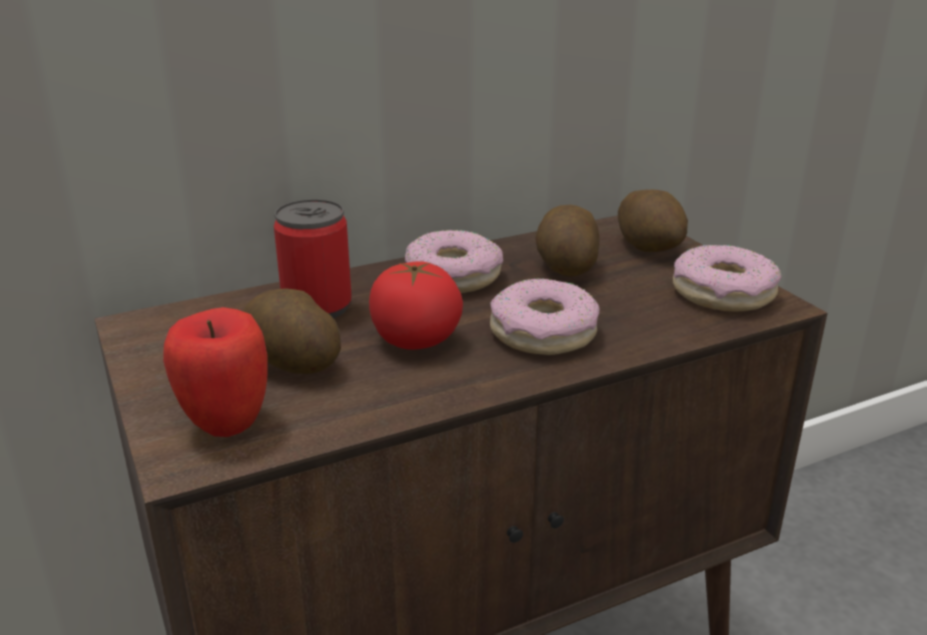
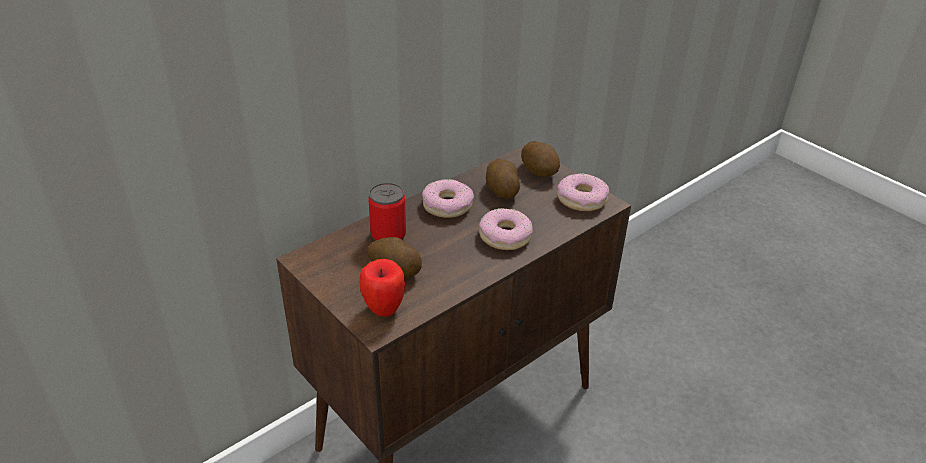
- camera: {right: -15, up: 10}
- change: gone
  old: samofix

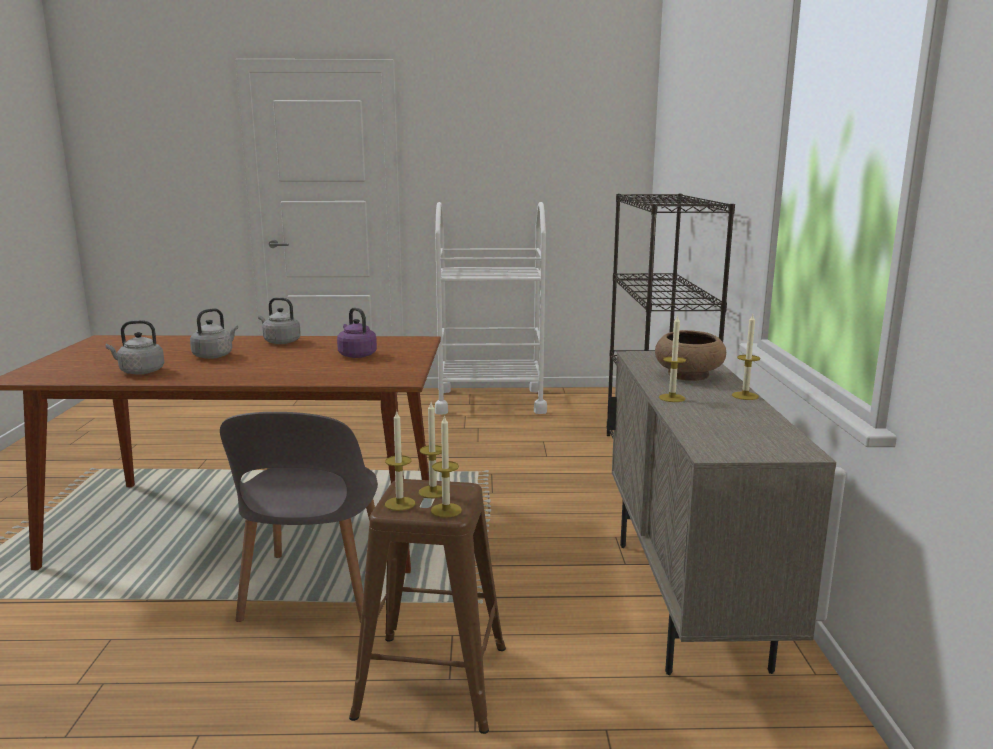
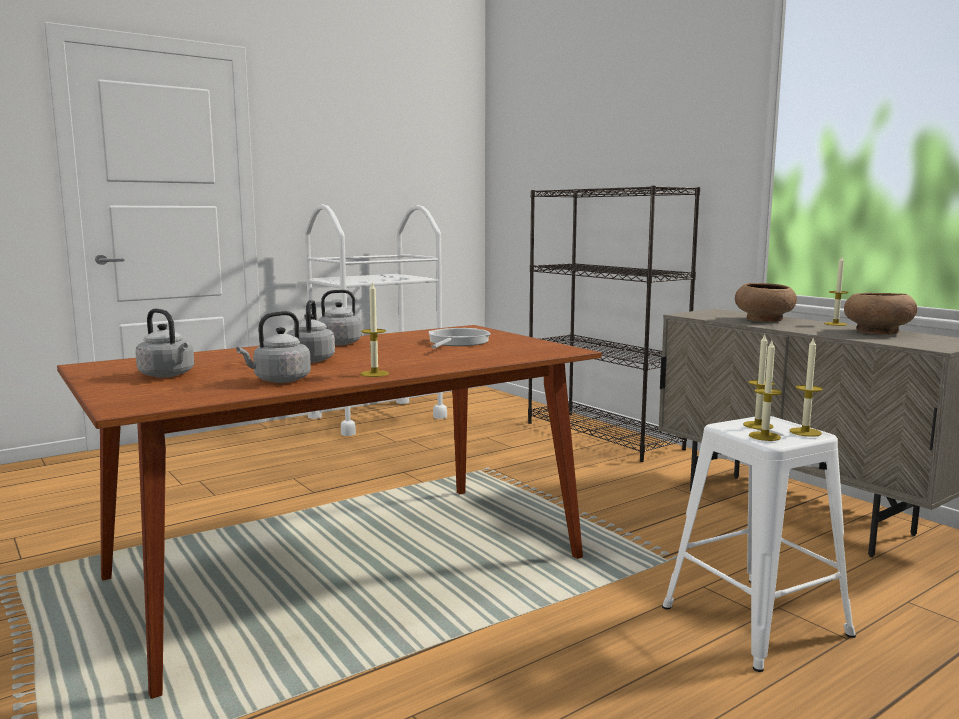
- camera: {right: -35, up: -5}
- change: swapped
  old: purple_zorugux
  new: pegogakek
- change: shifted
  old: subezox (no. 4 from left in the first image)
  new: subezox (no. 1 from left)
- change: gone
  old: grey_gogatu
- change: repainted
  old: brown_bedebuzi
  new: white_bedebuzi
- change: new
  new: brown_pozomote (no. 2 from left)
- change: new
  new: grey_zorugux (no. 1 from left)

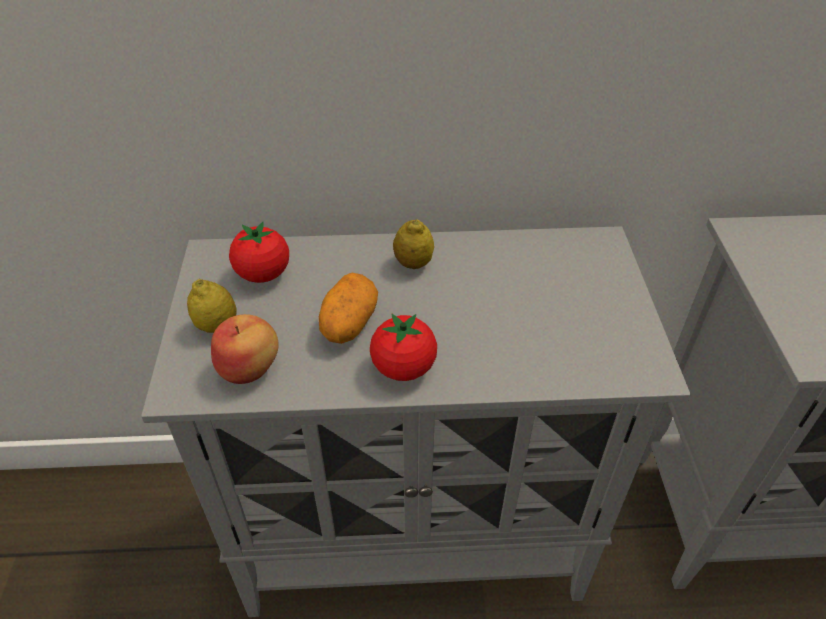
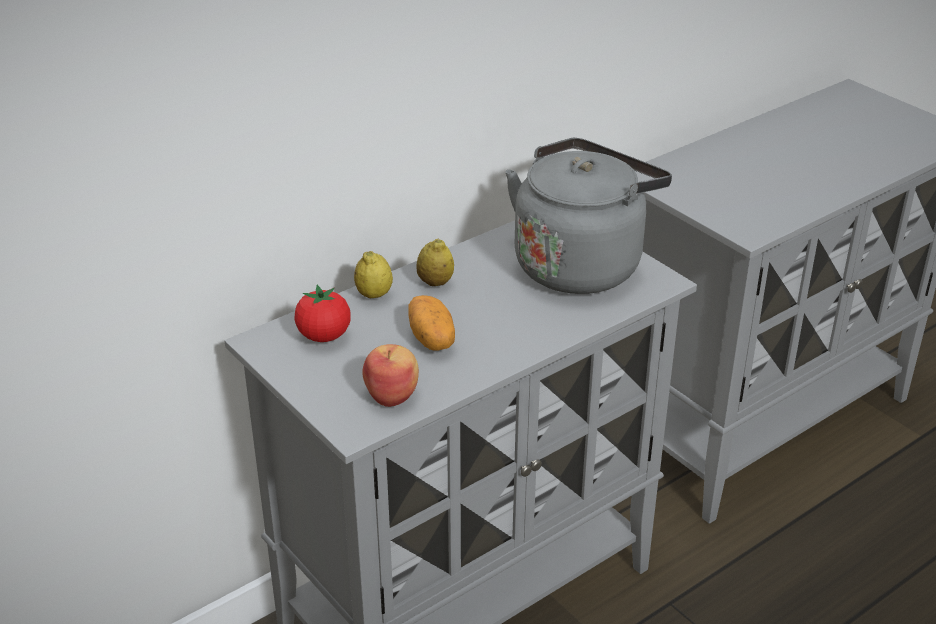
- camera: {right: -35, up: -10}
- change: shifted
  old: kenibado (no. 1 from left)
- change: gone
  old: samofix (no. 2 from left)
- change: new
  new: grey_zorugux

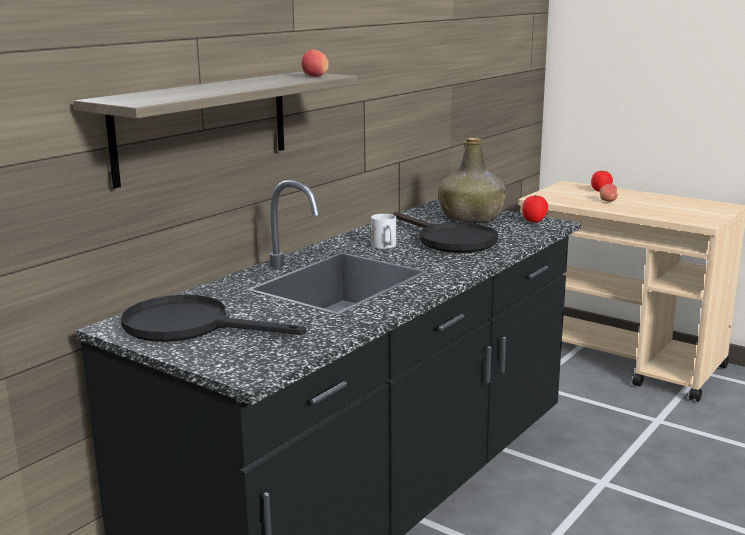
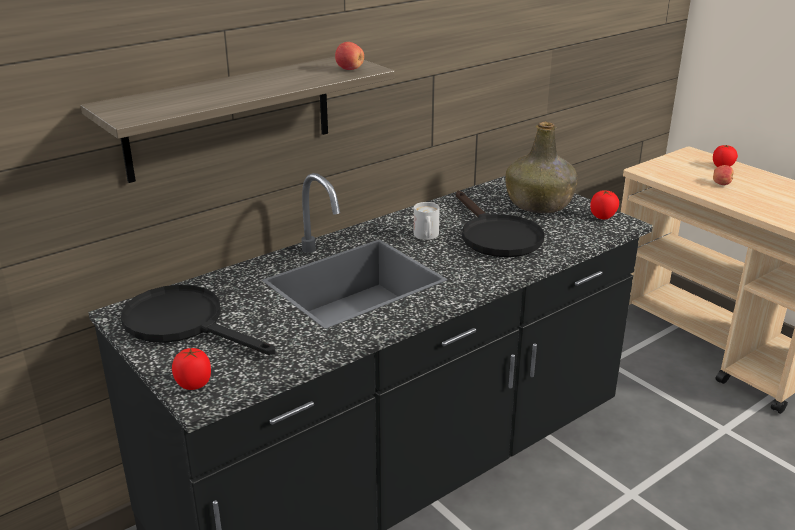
- camera: {right: 15, up: 10}
- change: new
  new: samofix (no. 1 from left)

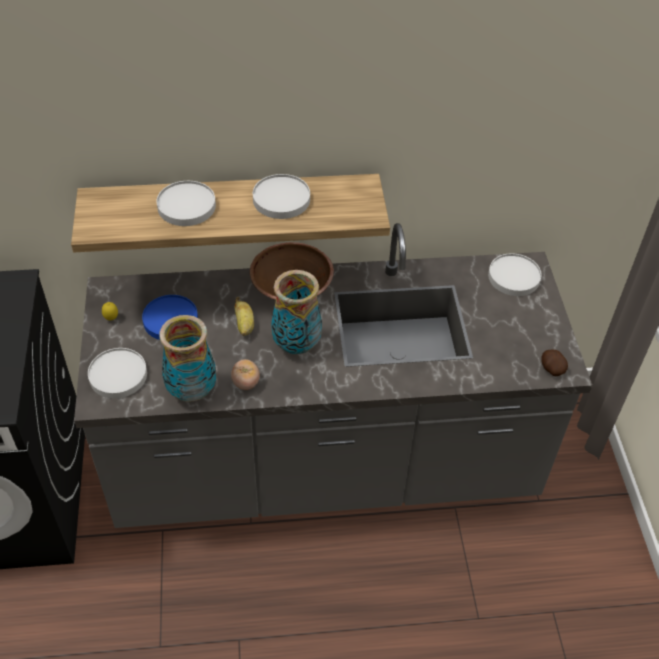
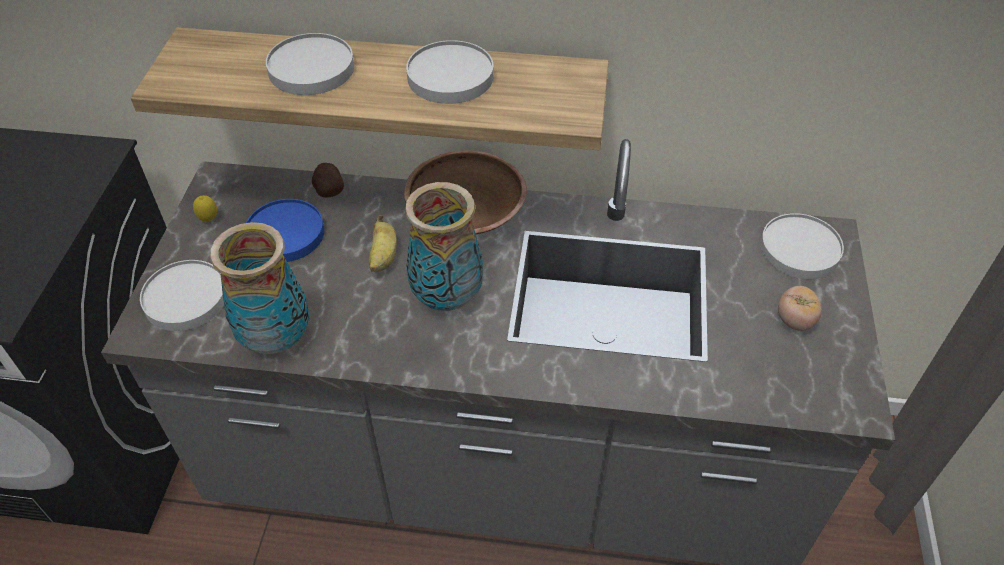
- camera: {right: 15, up: 0}
- change: shifted
  old: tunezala
- change: shifted
  old: samofix

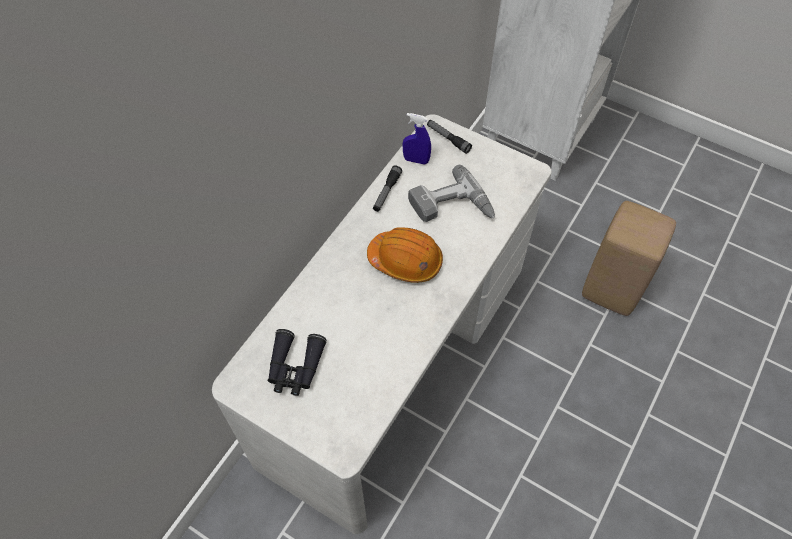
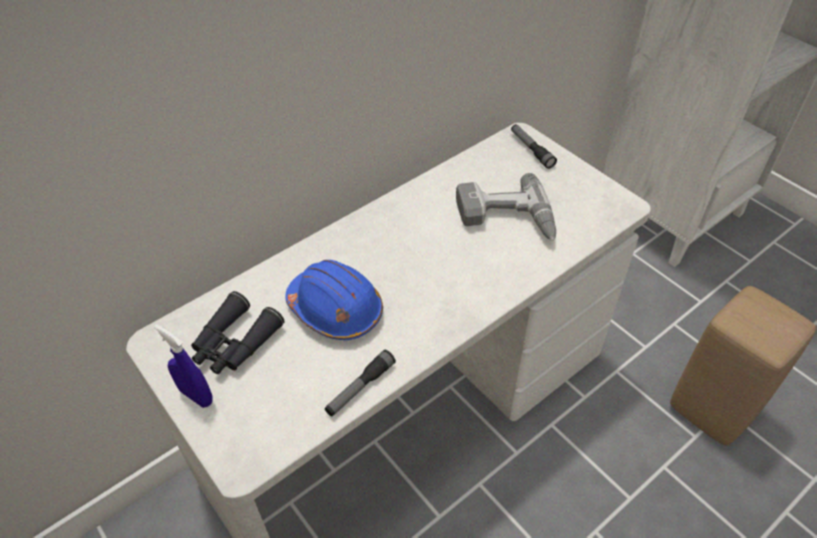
- camera: {right: 20, up: -10}
- change: shifted
  old: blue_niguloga
- change: shifted
  old: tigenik (no. 1 from left)
- change: gone
  old: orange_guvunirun
- change: new
  new: blue_guvunirun

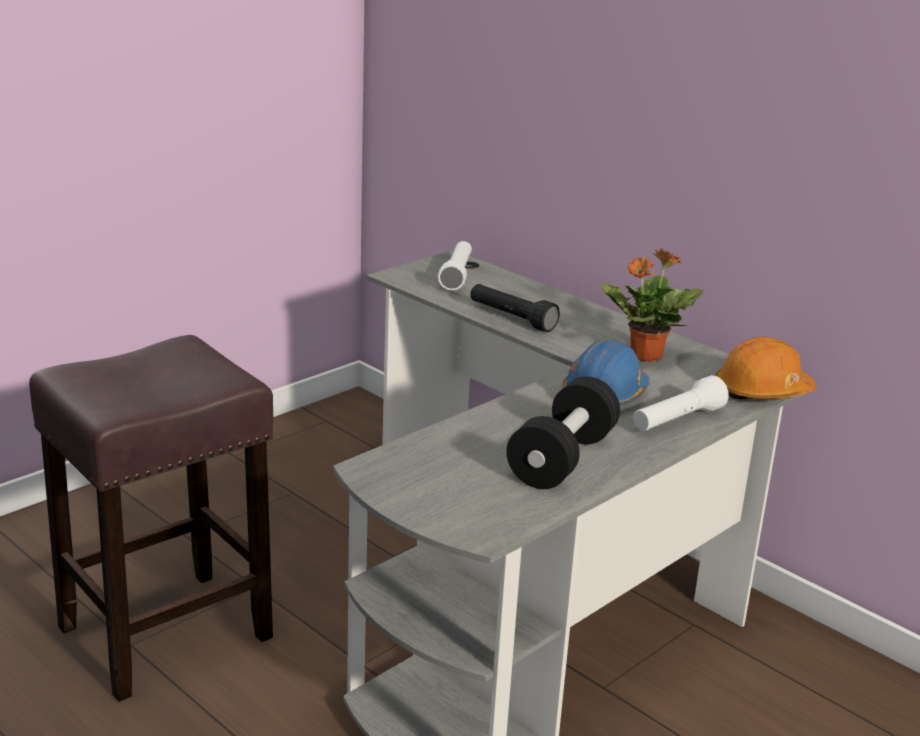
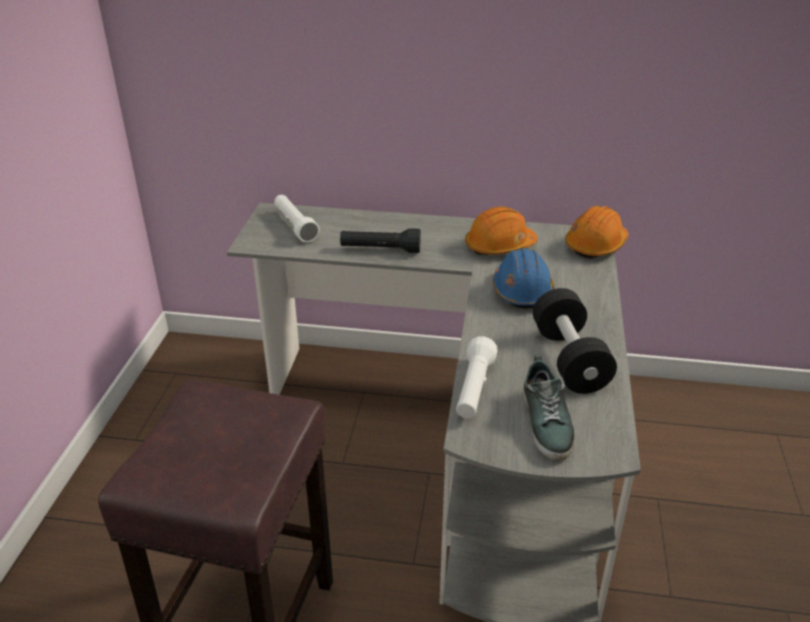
- camera: {right: -35, up: 10}
- change: swapped
  old: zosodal
  new: orange_guvunirun (no. 1 from left)
- change: shifted
  old: white_tigenik (no. 2 from left)
- change: new
  new: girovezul

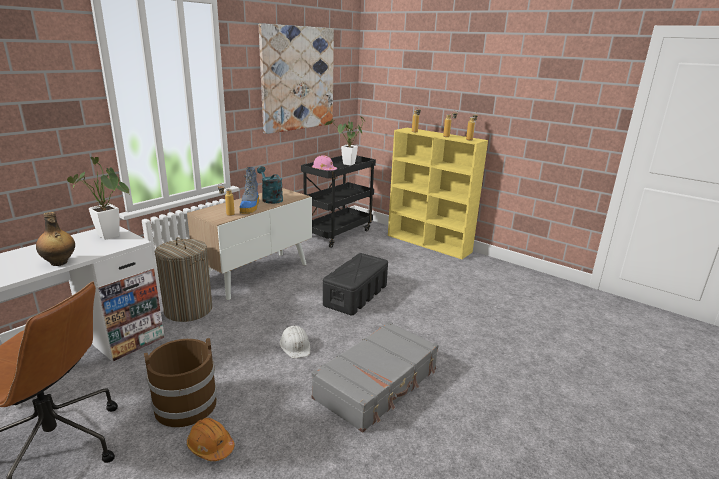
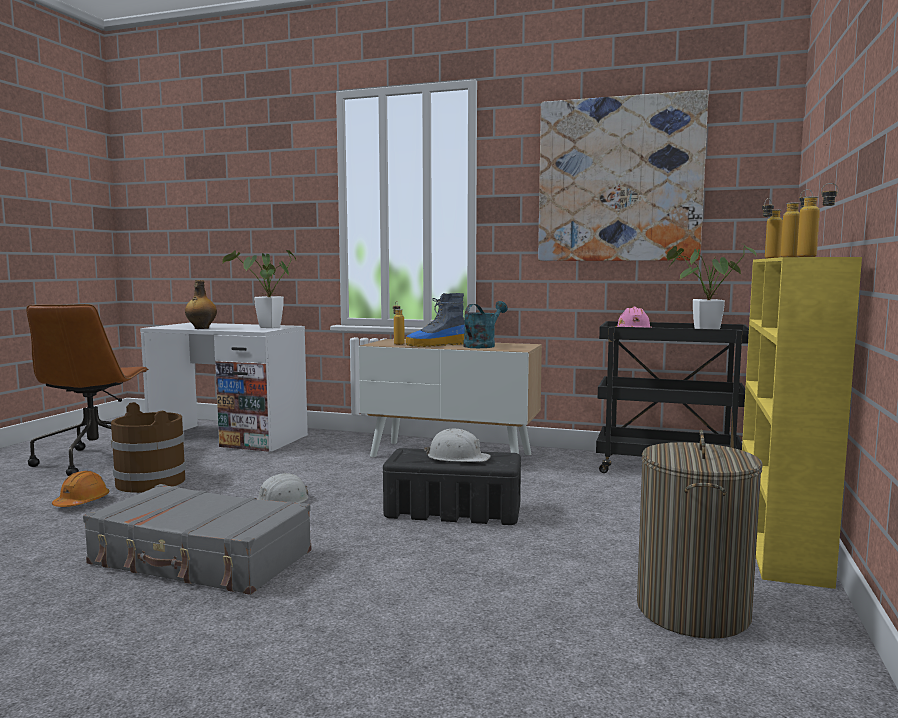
- camera: {right: 70, up: -15}
- change: shifted
  old: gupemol
- change: new
  new: white_guvunirun (no. 2 from left)

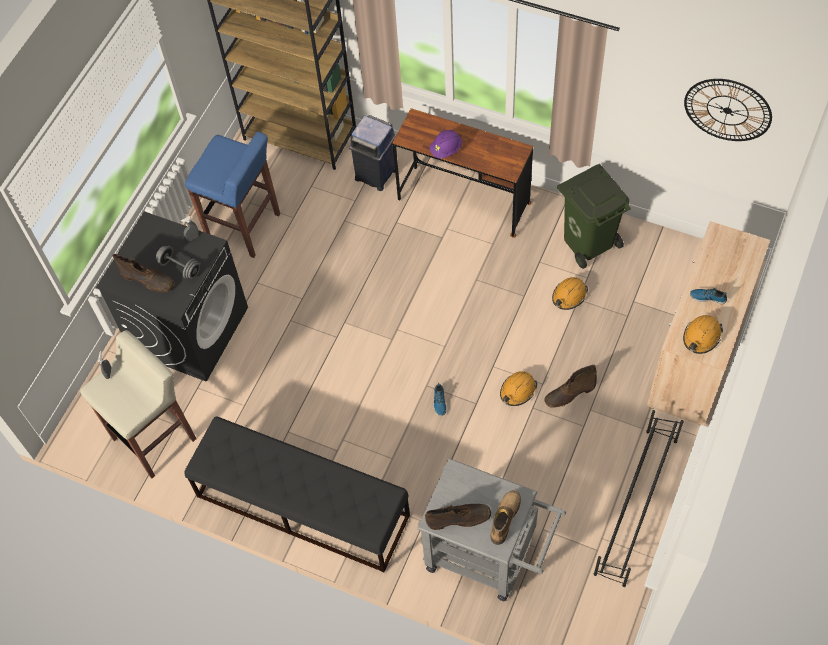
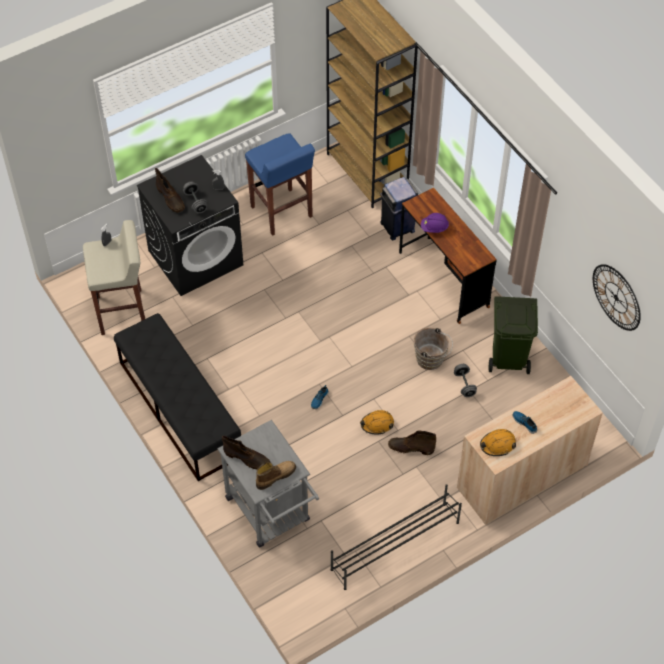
- camera: {right: 30, up: -5}
- change: swapped
  old: orange_guvunirun (no. 2 from left)
  new: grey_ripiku (no. 2 from left)
- change: new
  new: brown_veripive

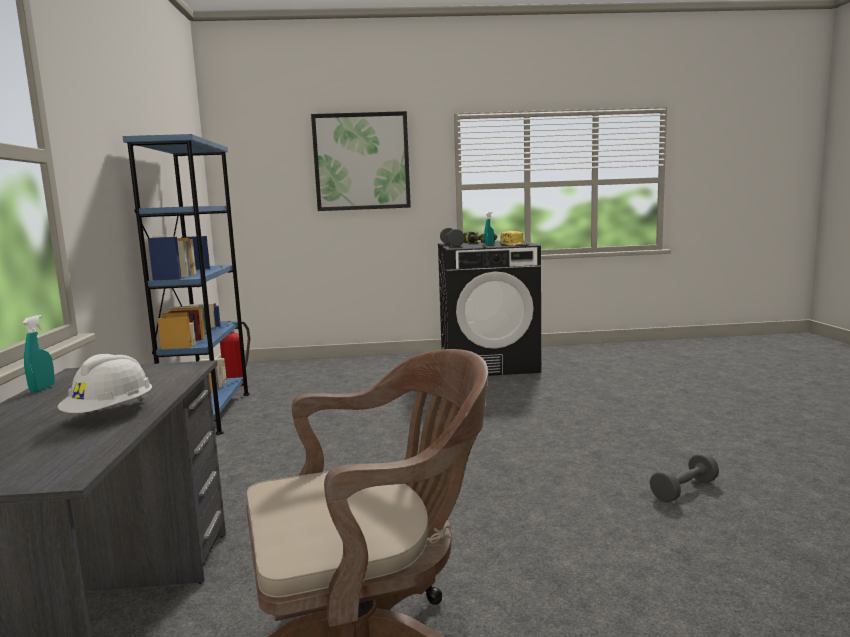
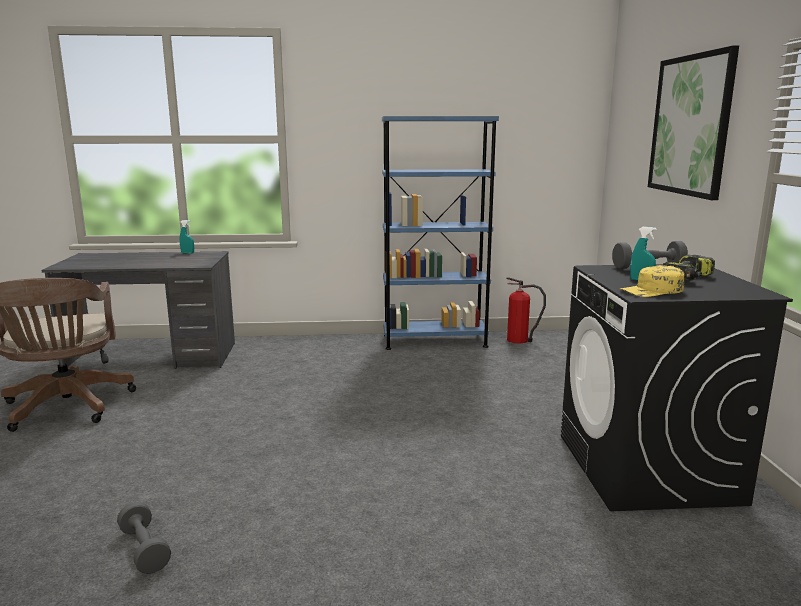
- camera: {right: 90, up: 5}
- change: gone
  old: white_guvunirun

